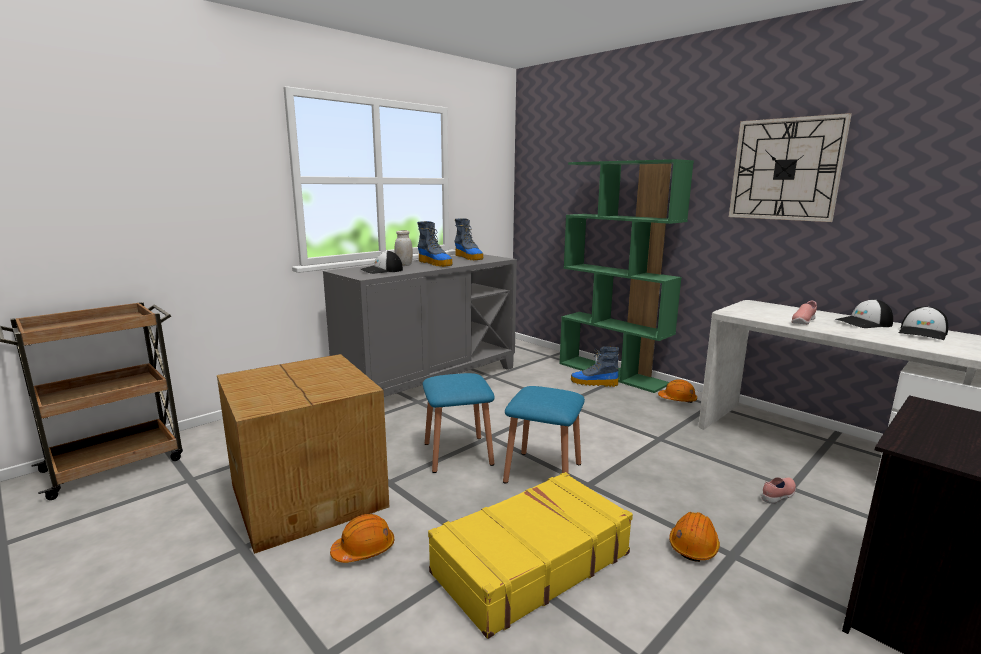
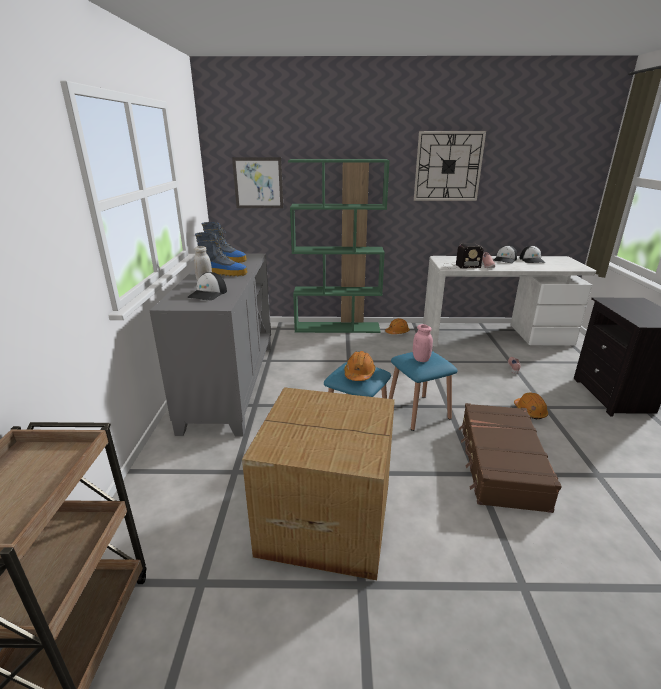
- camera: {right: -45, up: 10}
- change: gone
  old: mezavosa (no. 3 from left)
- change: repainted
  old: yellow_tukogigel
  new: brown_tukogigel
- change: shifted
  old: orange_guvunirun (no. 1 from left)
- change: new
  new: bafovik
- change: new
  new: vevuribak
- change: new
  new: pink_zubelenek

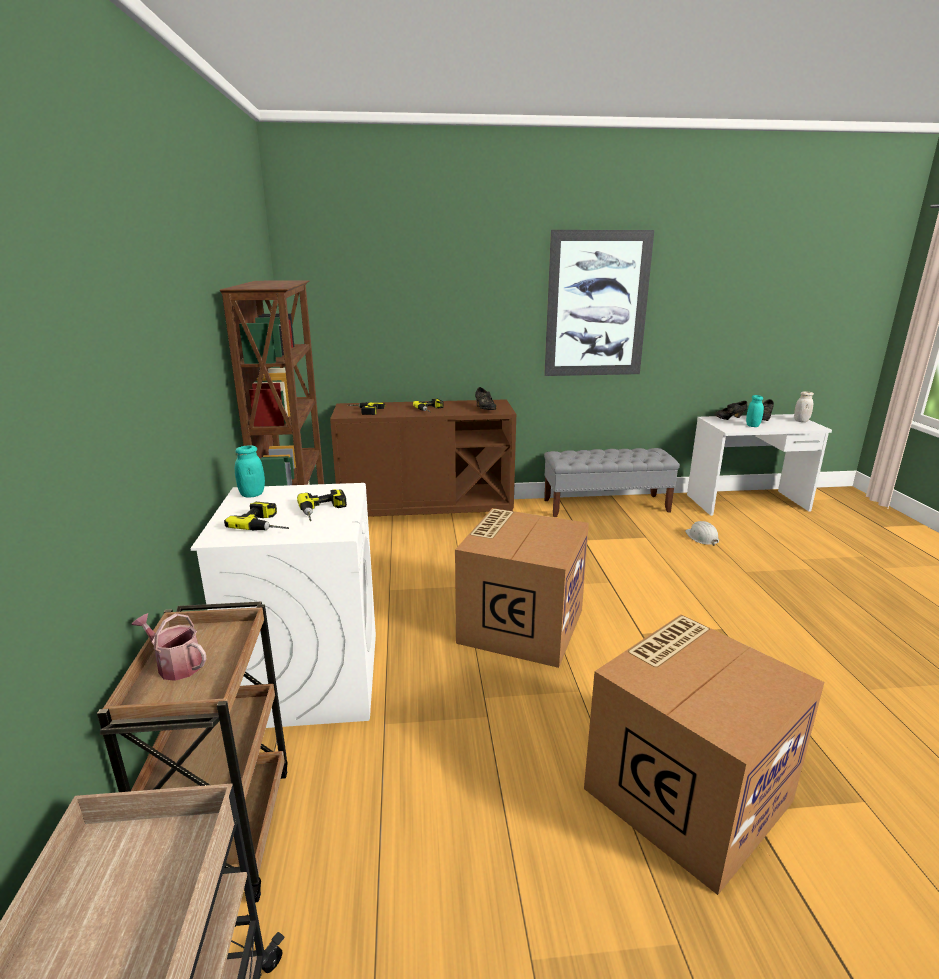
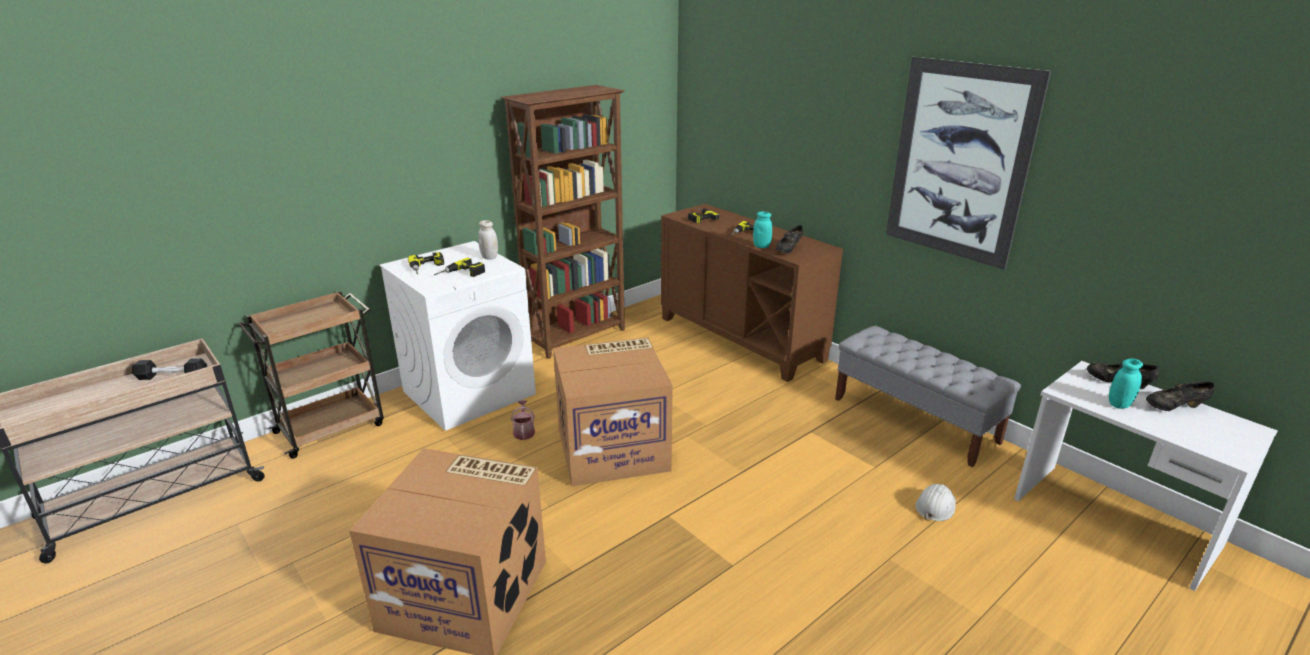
- camera: {right: 55, up: 5}
- change: shifted
  old: white_zubelenek
- change: shifted
  old: turquoise_zubelenek (no. 1 from left)
- change: shifted
  old: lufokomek
- change: new
  new: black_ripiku

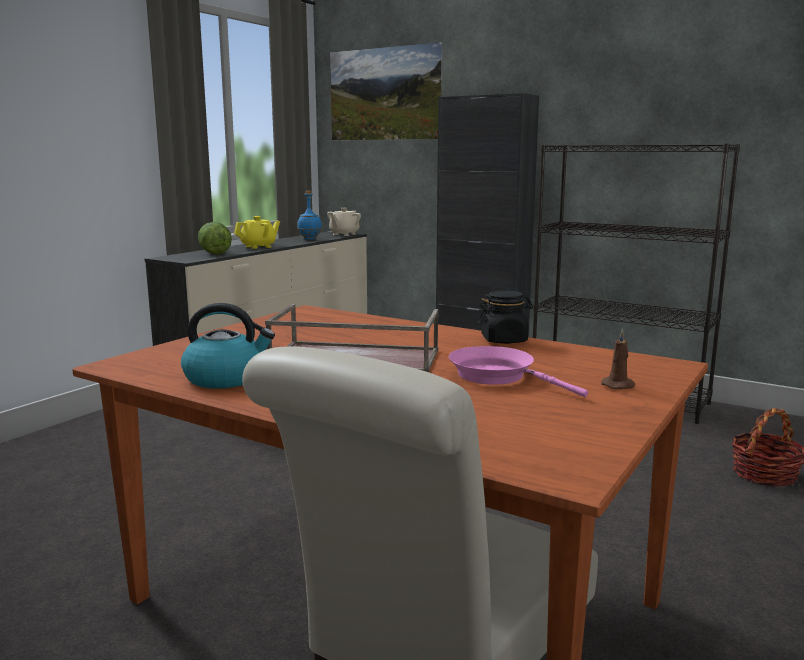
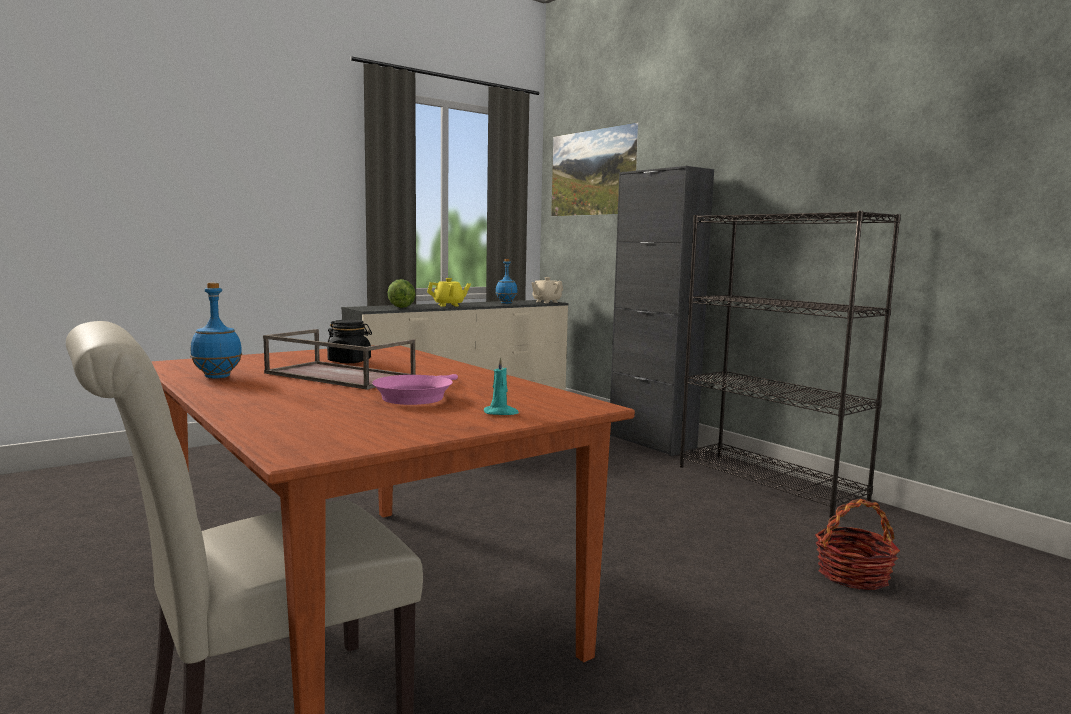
- camera: {right: 20, up: -5}
- change: shifted
  old: black_zubelenek
- change: swapped
  old: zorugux
  new: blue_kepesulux (no. 1 from left)
- change: repainted
  old: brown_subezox
  new: turquoise_subezox
- change: rotated
  old: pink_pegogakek
  degrees: -135

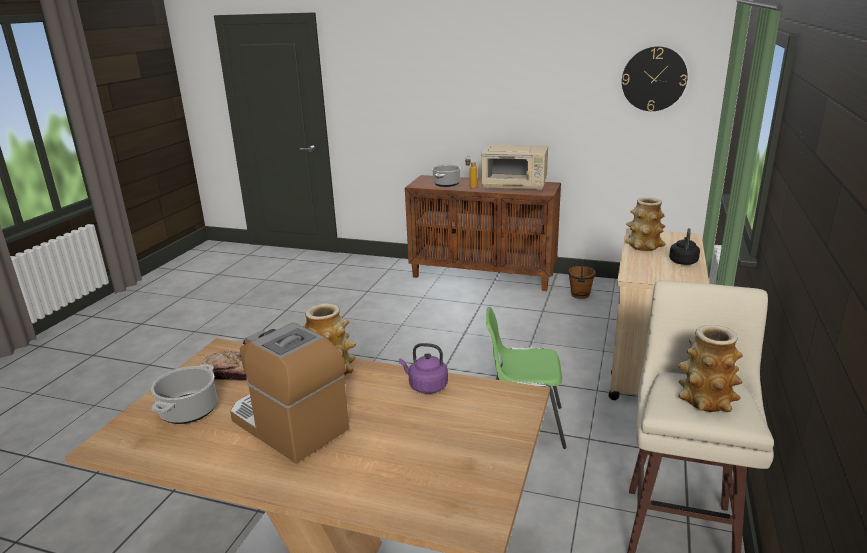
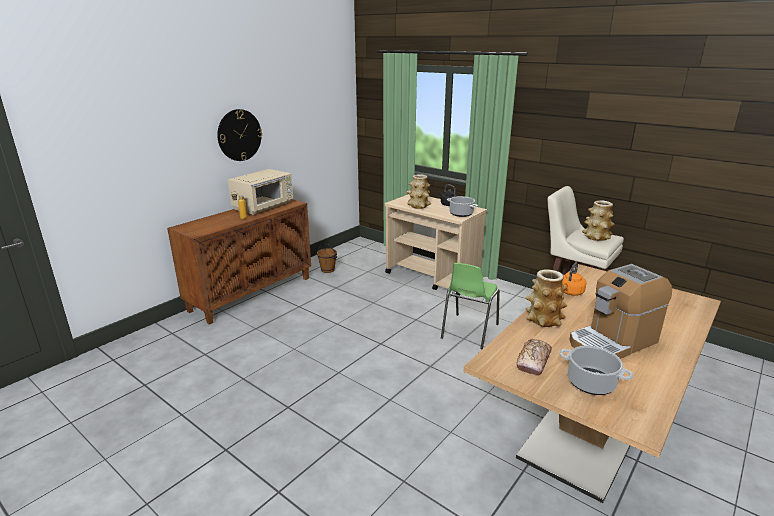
- camera: {right: -70, up: 0}
- change: shifted
  old: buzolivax
- change: shifted
  old: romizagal (no. 2 from left in the first image)
  new: romizagal (no. 1 from left)
- change: repainted
  old: purple_zorugux
  new: orange_zorugux

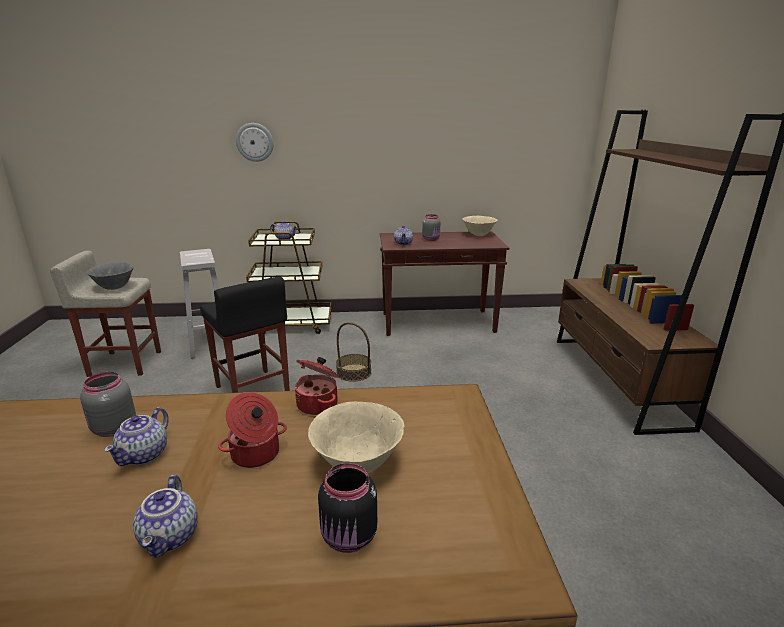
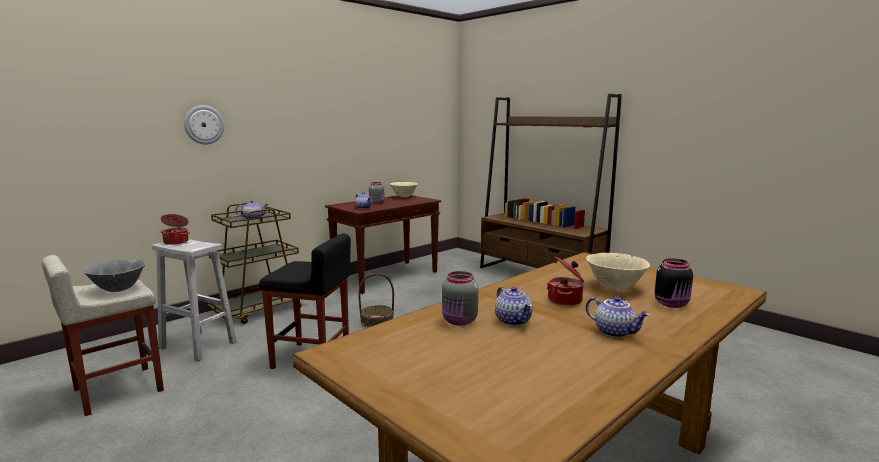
- camera: {right: -40, up: -10}
- change: shifted
  old: romizagal (no. 2 from left in the first image)
  new: romizagal (no. 1 from left)

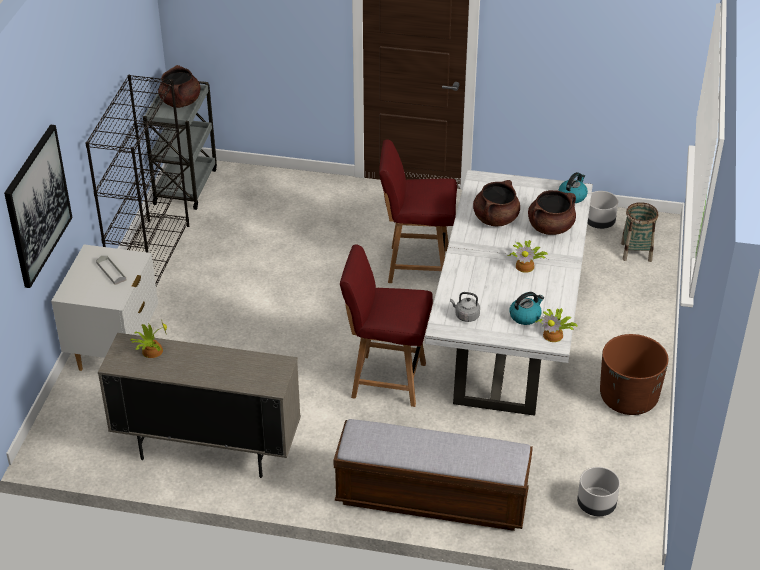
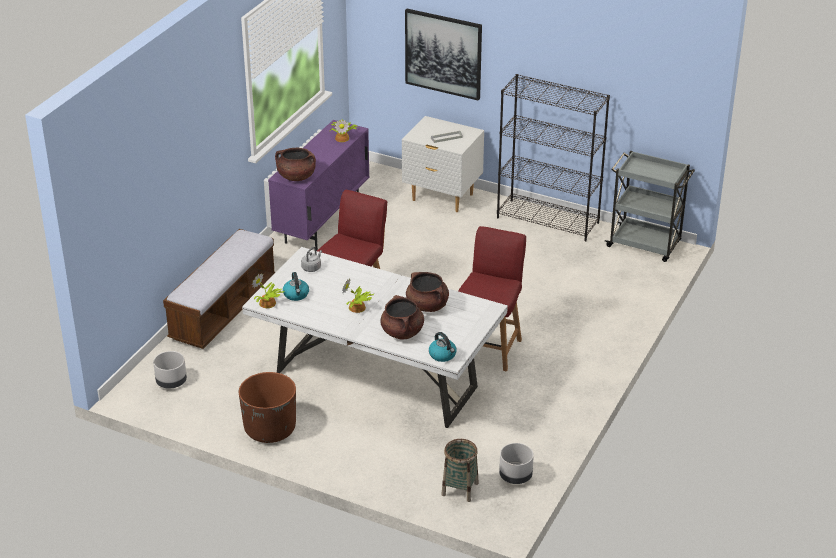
- camera: {right: 105, up: -5}
- change: shifted
  old: brown_romizagal (no. 1 from left)
- change: repainted
  old: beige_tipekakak
  new: purple_tipekakak

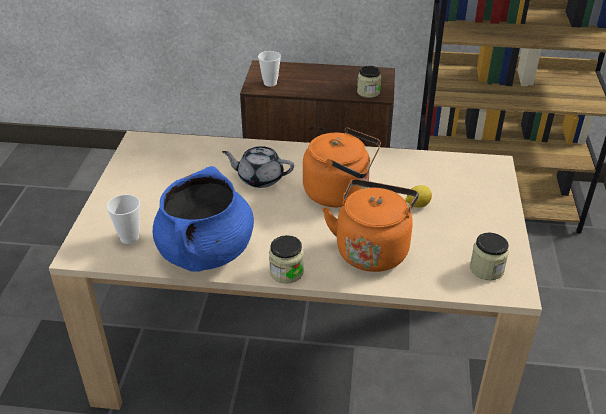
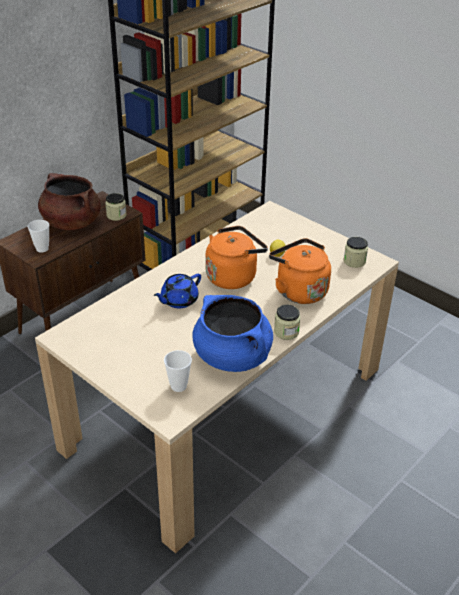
- camera: {right: -55, up: 0}
- change: repainted
  old: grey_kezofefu
  new: blue_kezofefu
- change: new
  new: brown_romizagal

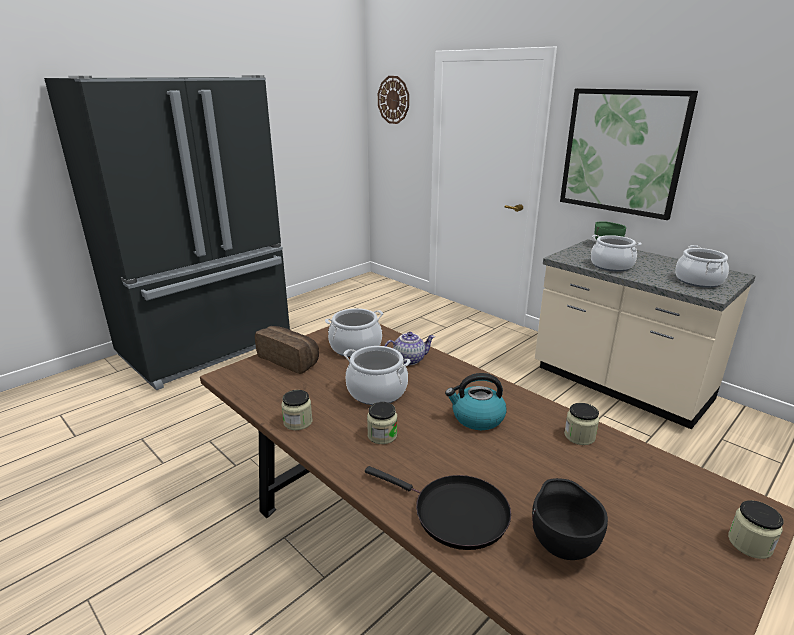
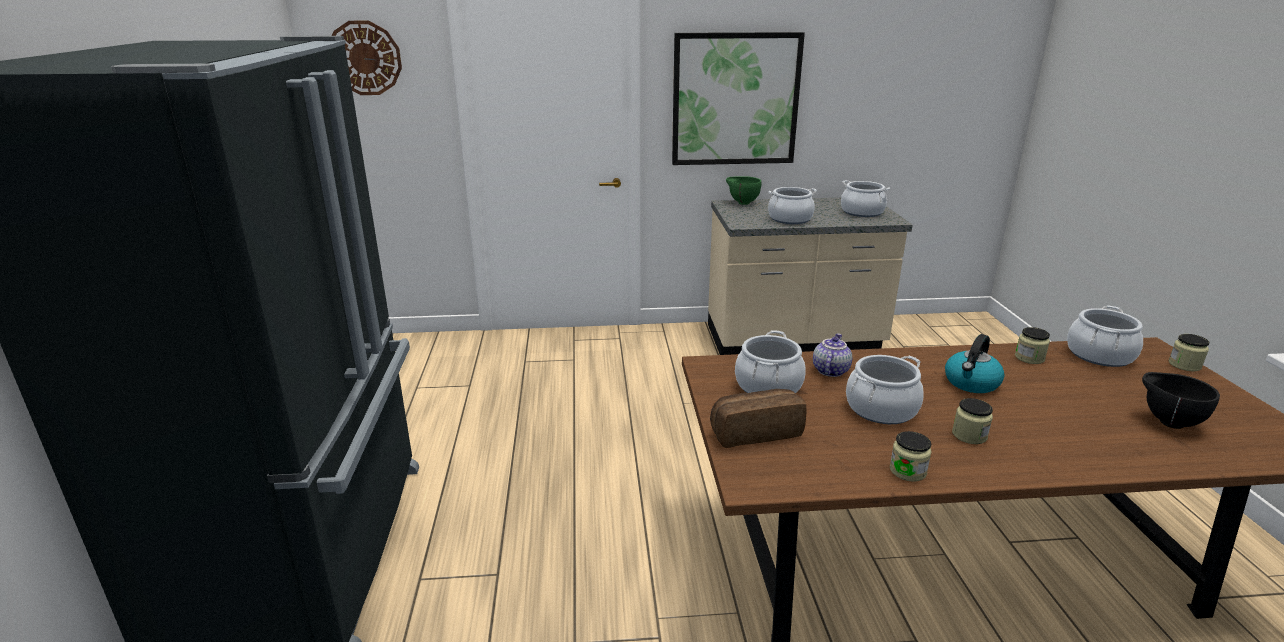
- camera: {right: -50, up: 0}
- change: gone
  old: black_pegogakek
- change: new
  new: romizagal (no. 5 from left)

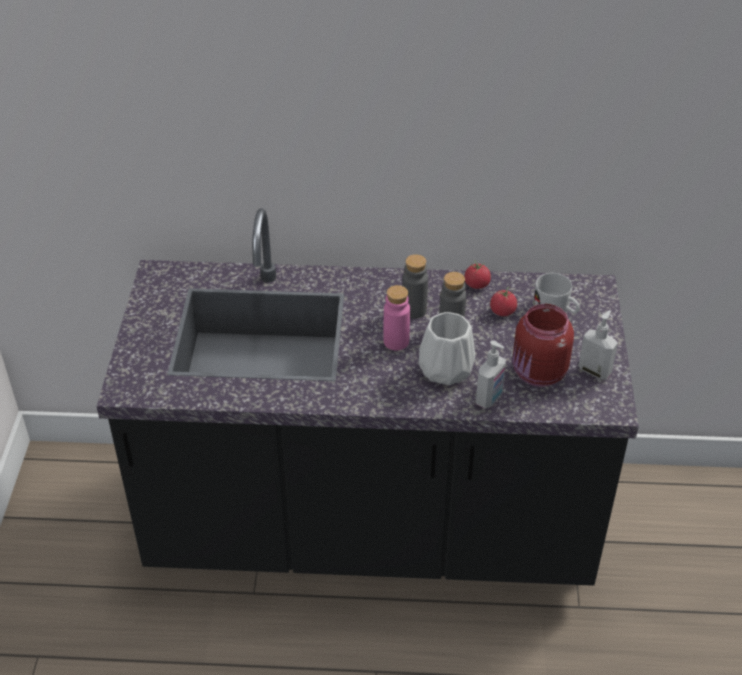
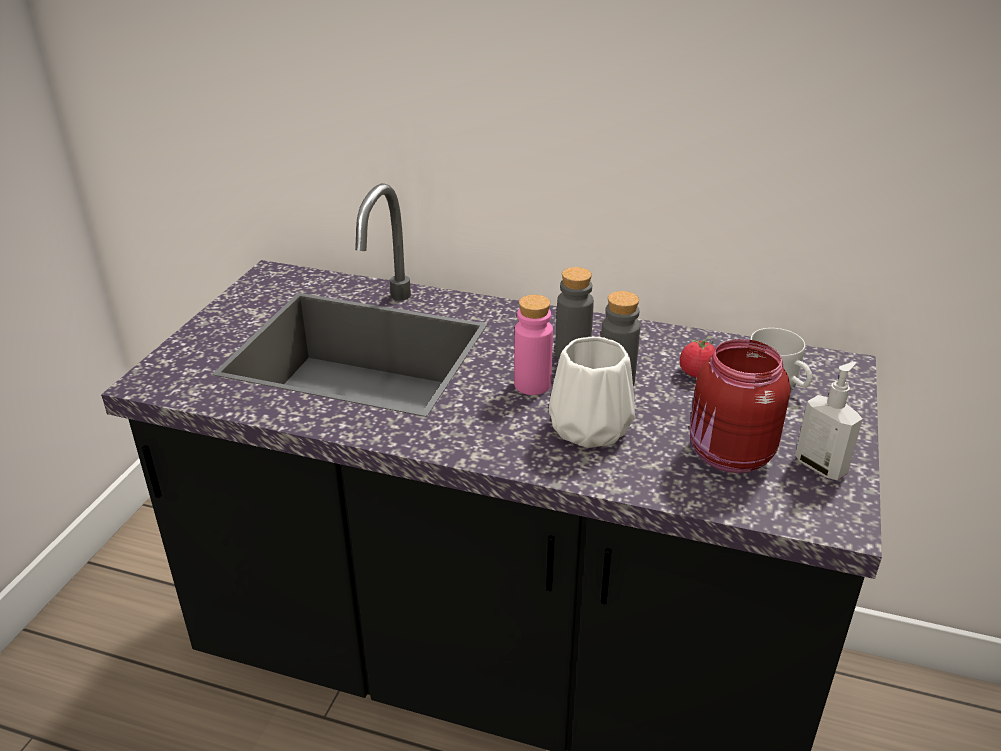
- camera: {right: 15, up: -10}
- change: gone
  old: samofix (no. 1 from left)
- change: gone
  old: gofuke (no. 1 from left)

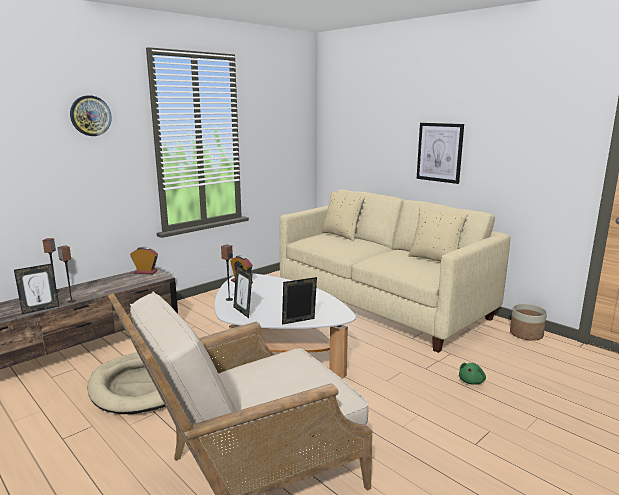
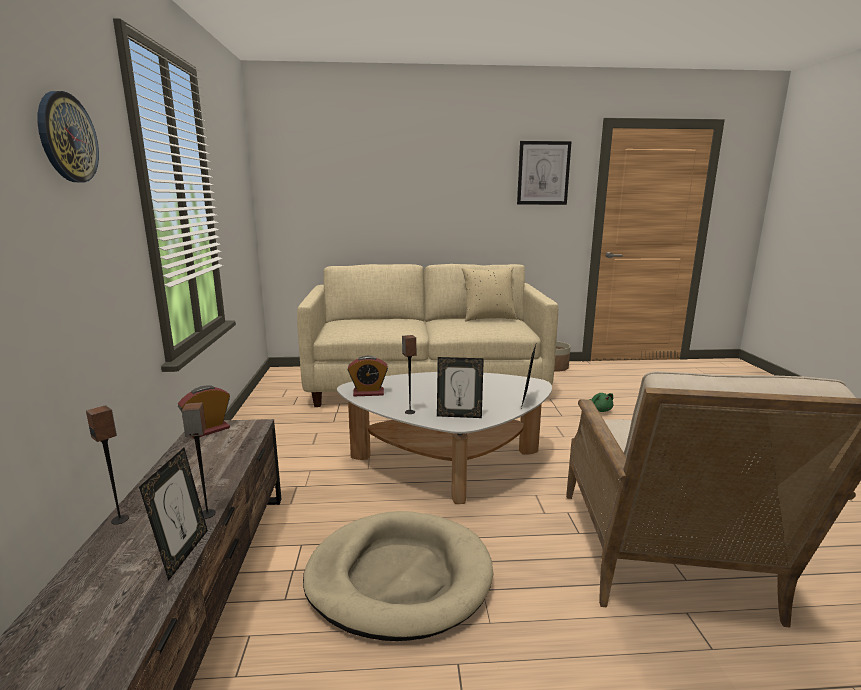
- camera: {right: -50, up: 0}
- change: shifted
  old: bafovik
- change: gone
  old: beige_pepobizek (no. 1 from left)

